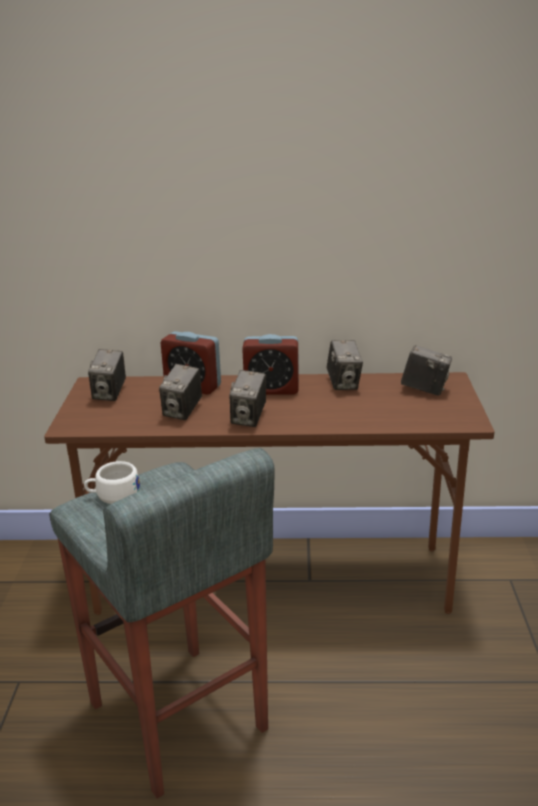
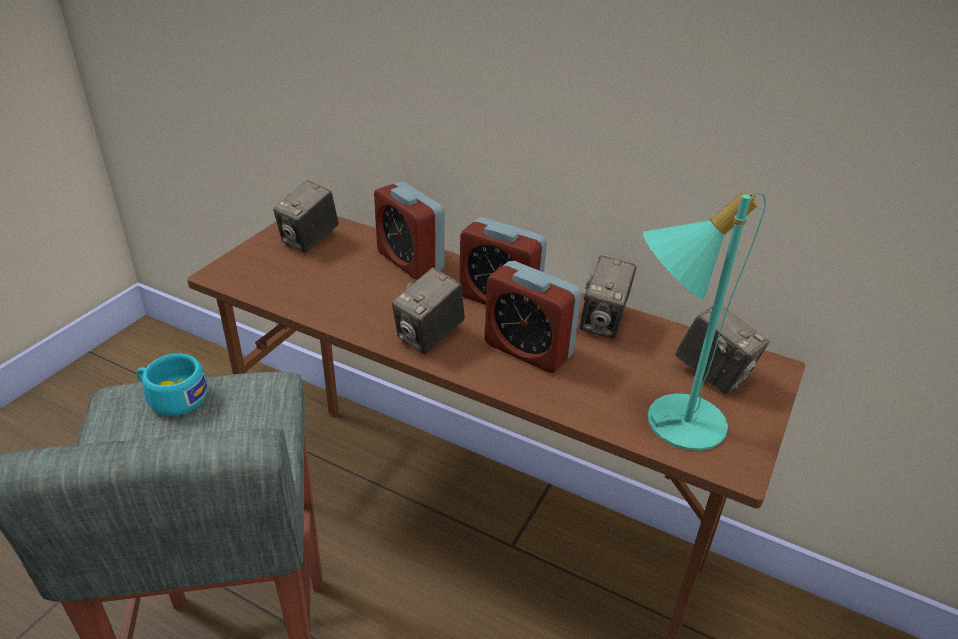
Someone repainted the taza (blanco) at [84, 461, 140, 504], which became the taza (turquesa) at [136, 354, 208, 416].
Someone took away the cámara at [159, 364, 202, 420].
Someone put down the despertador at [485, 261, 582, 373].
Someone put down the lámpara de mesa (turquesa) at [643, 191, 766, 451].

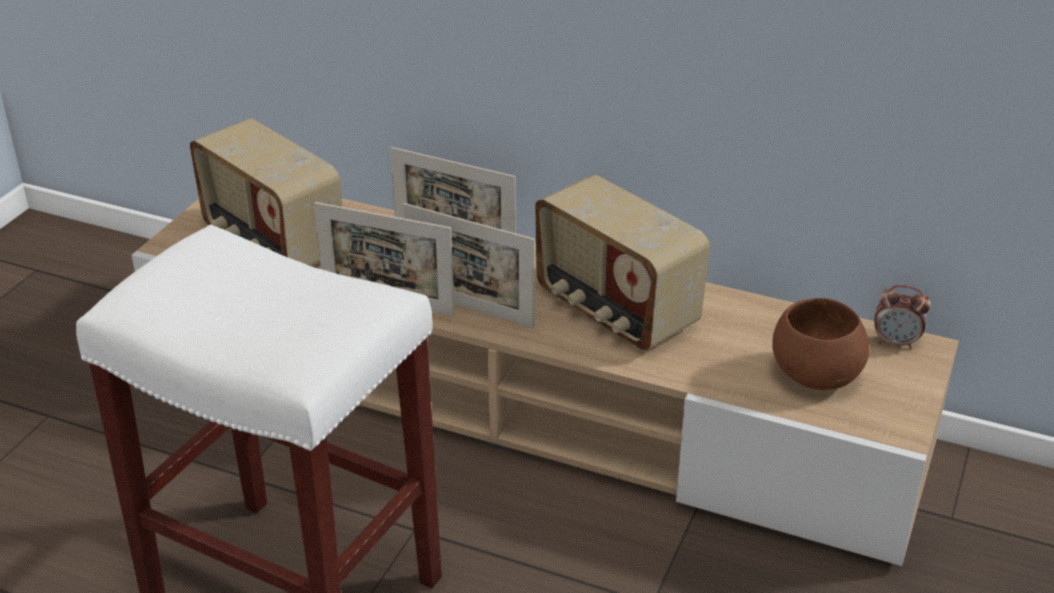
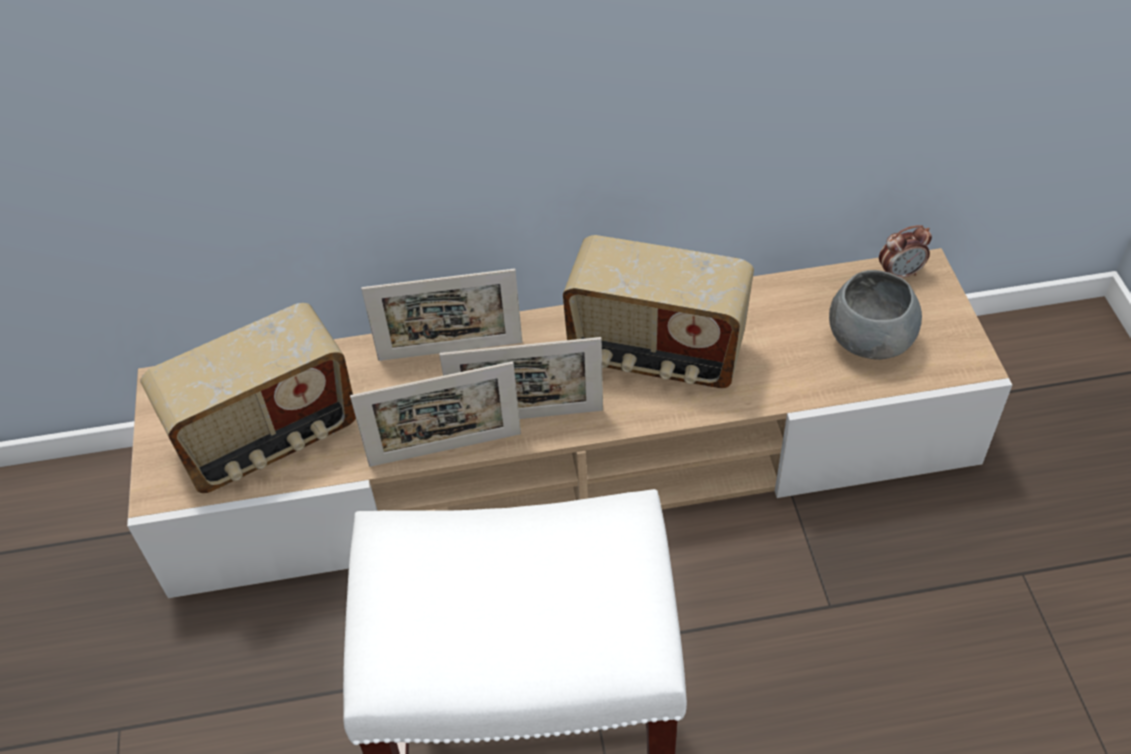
Someone rotated the radio at [190, 118, 342, 266] by 45 degrees counterclockwise.
Someone repainted the cuenco (marrón) at [772, 298, 869, 390], which became the cuenco (gris) at [829, 270, 922, 360].

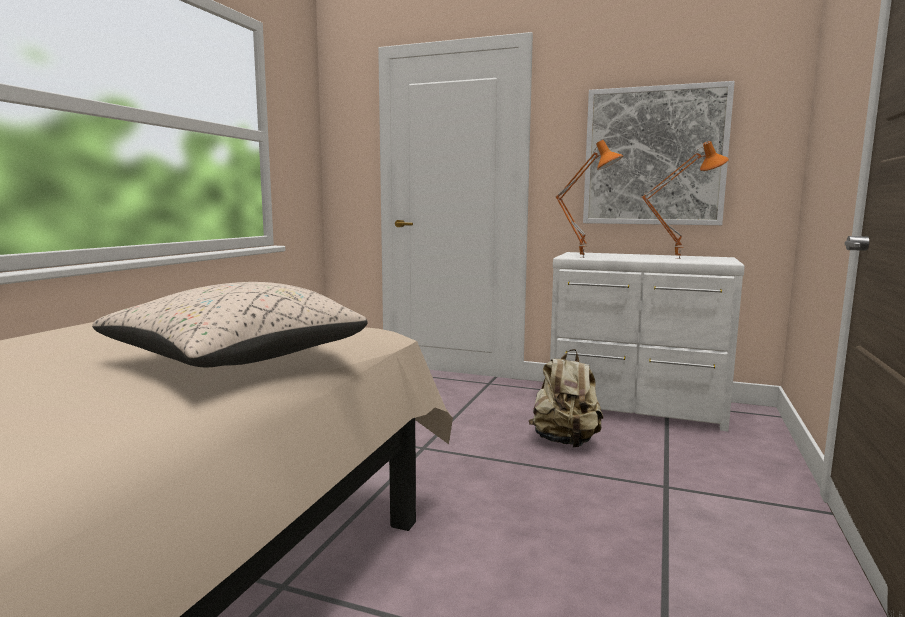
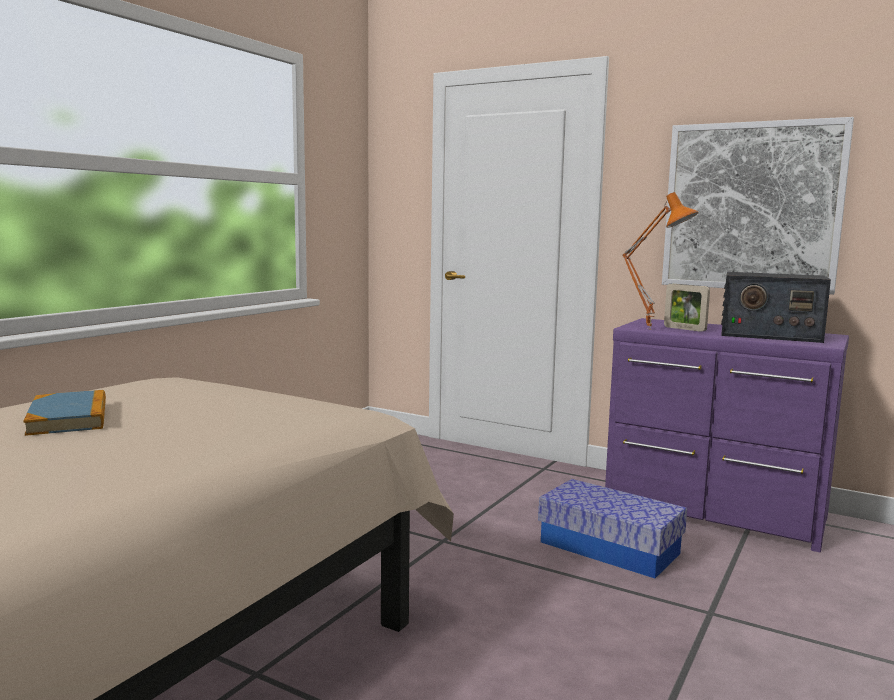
Someone took away the cojín (beis) at [92, 282, 367, 367].
Someone swapped the mochila (beis) at [529, 349, 603, 447] for the caja de almacenaje at [538, 479, 687, 578].
Someone repainted the cómoda (blanco) at [550, 252, 745, 431], which became the cómoda (morado) at [605, 318, 849, 552].
Someone swapped the lámpara de mesa (naranja) at [641, 141, 729, 259] for the radio at [721, 272, 831, 343].
Someone put down the libro at [24, 390, 106, 436].
Someone put down the portarretratos at [664, 284, 710, 332].

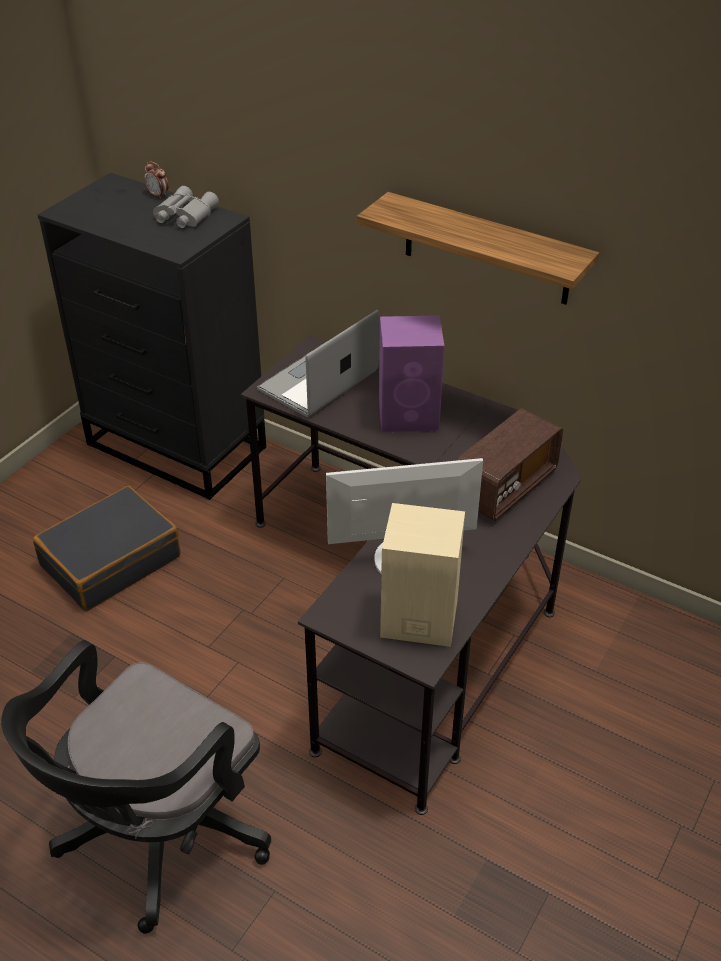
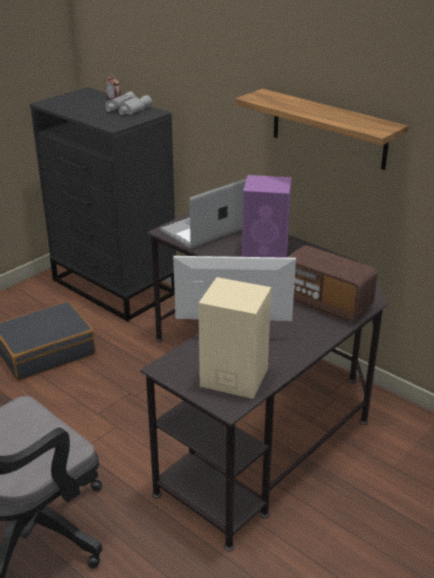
Someone rotated the radio at [458, 408, 563, 521] by 75 degrees clockwise.

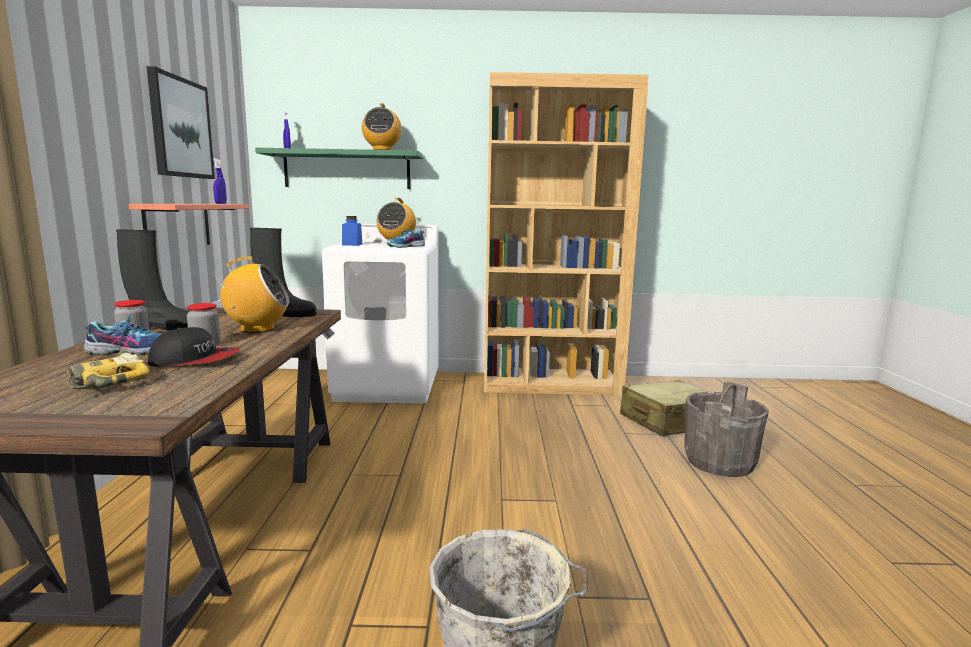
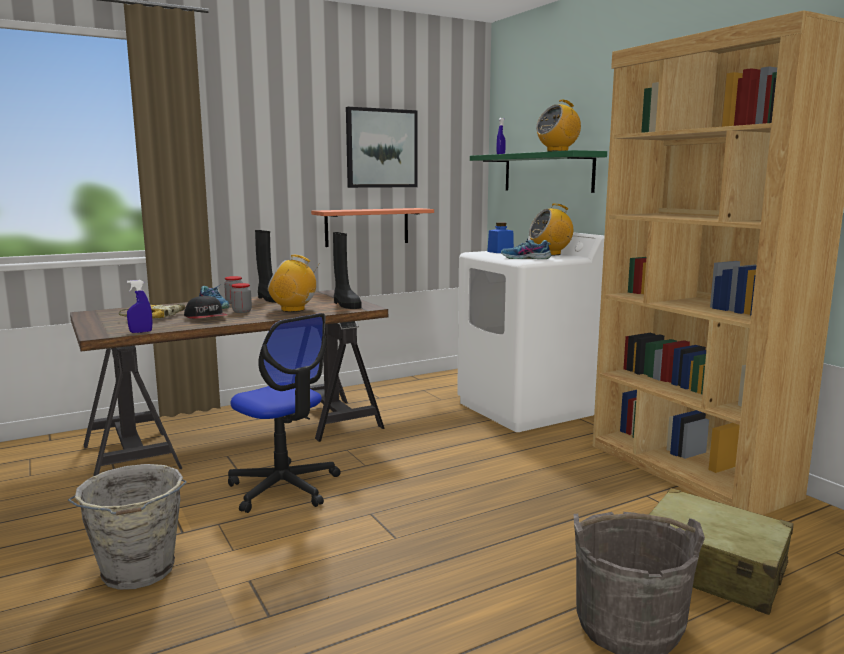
Someone rotated the radio at [212, 257, 289, 333] by 135 degrees clockwise.
Someone carried the pulverizador (azul) from [213, 158, 227, 204] to [127, 280, 152, 333].
Someone put down the silla de oficina at [228, 313, 341, 513].

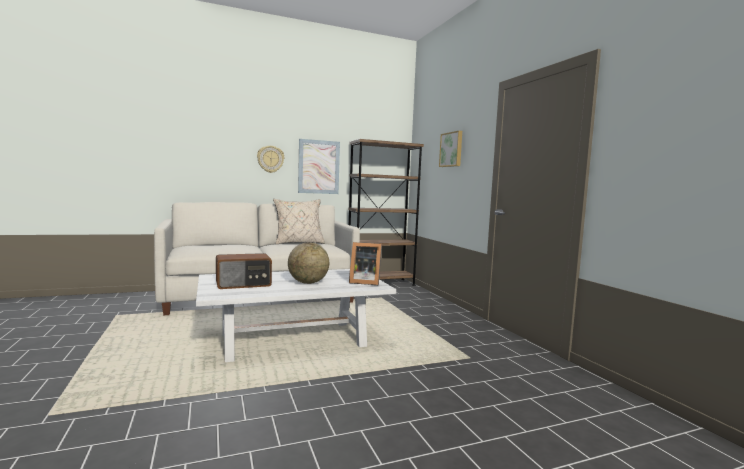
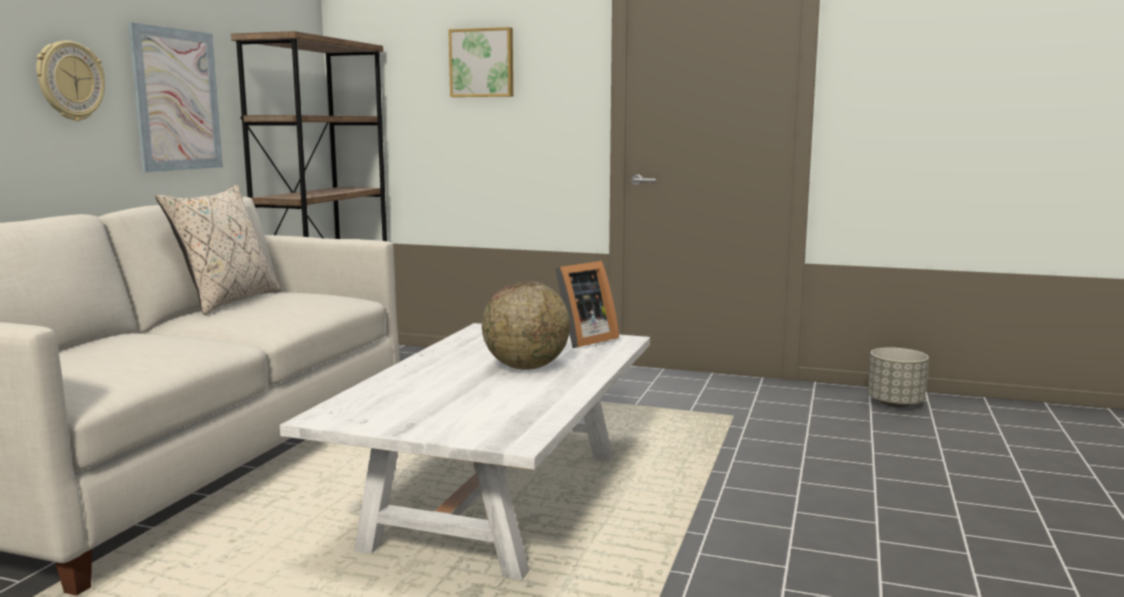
Someone took away the radio at [216, 253, 272, 289].
Someone put down the maceta (gris) at [868, 347, 929, 407].

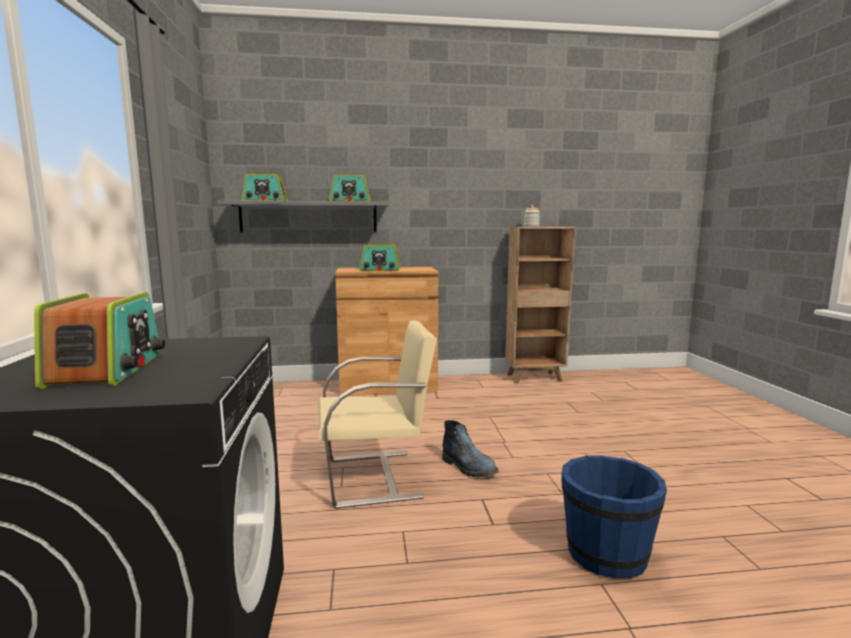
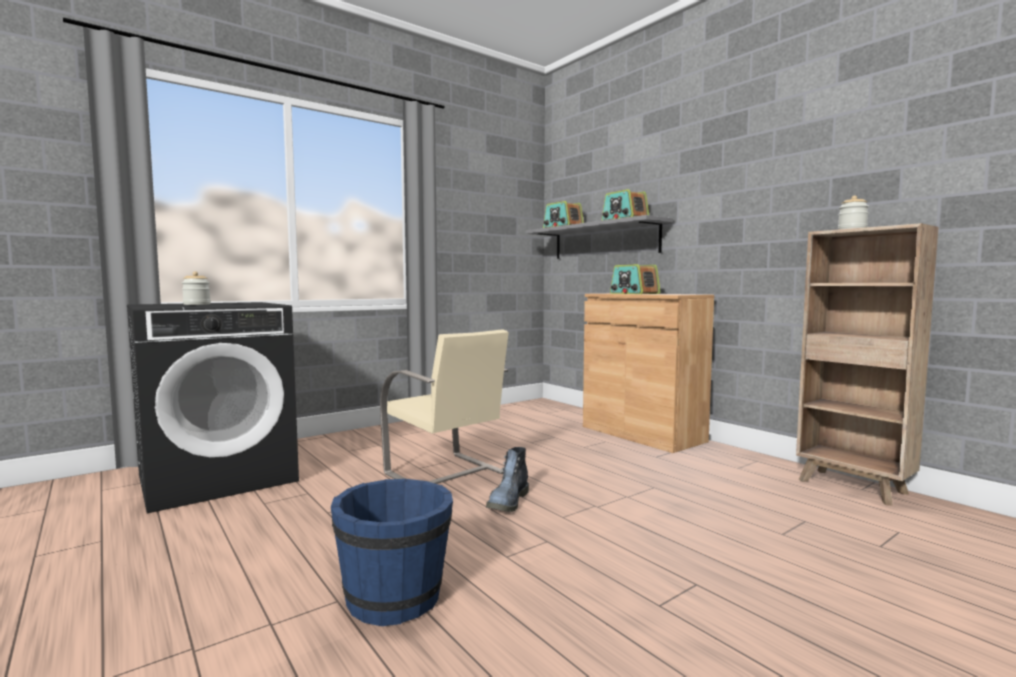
Someone swapped the radio at [34, 292, 165, 389] for the tarro at [182, 271, 211, 305].

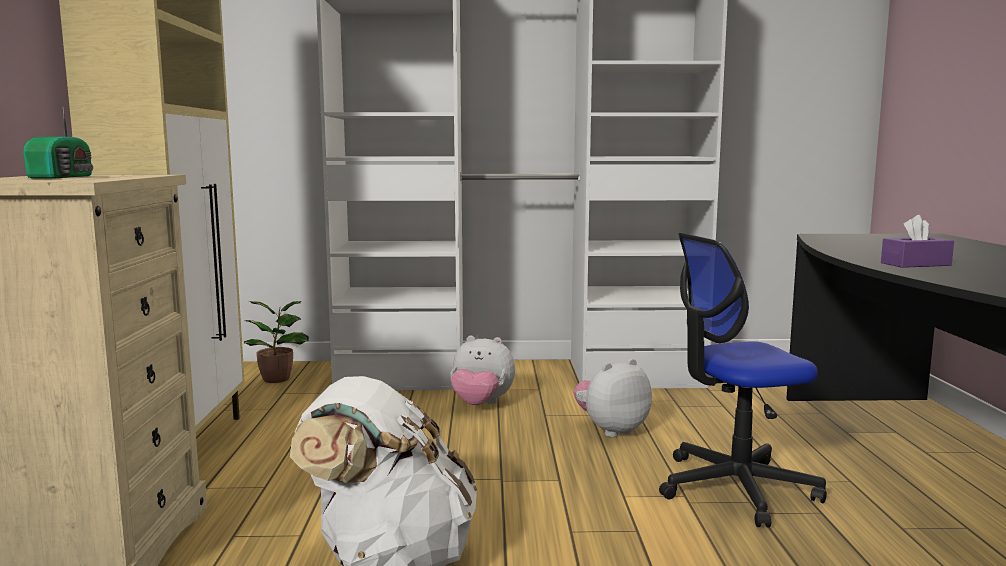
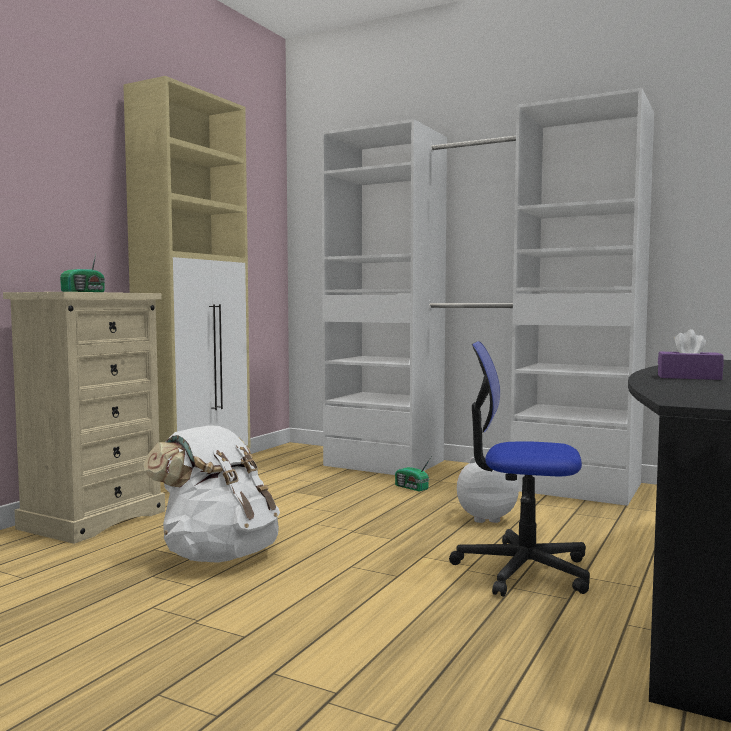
Someone took away the planta en maceta at [244, 301, 309, 383].
Someone swapped the peluche at [450, 336, 515, 405] for the radio at [395, 457, 431, 492].

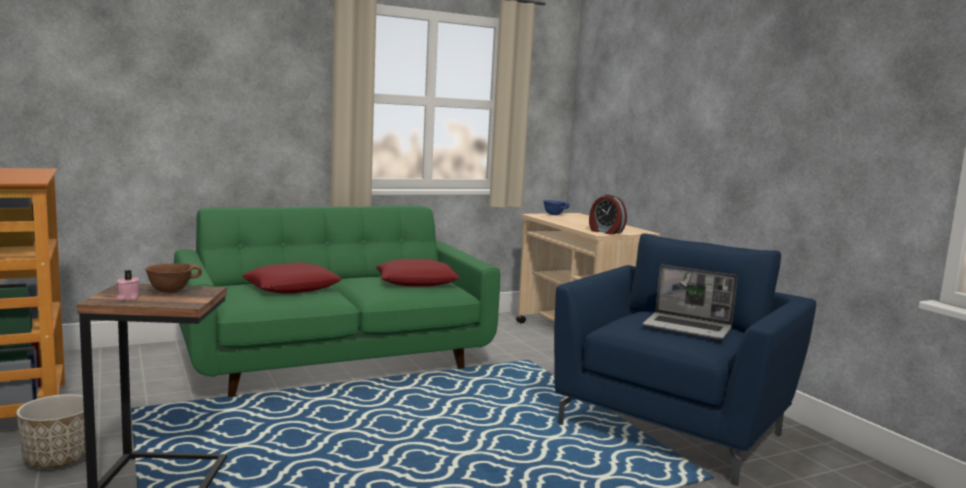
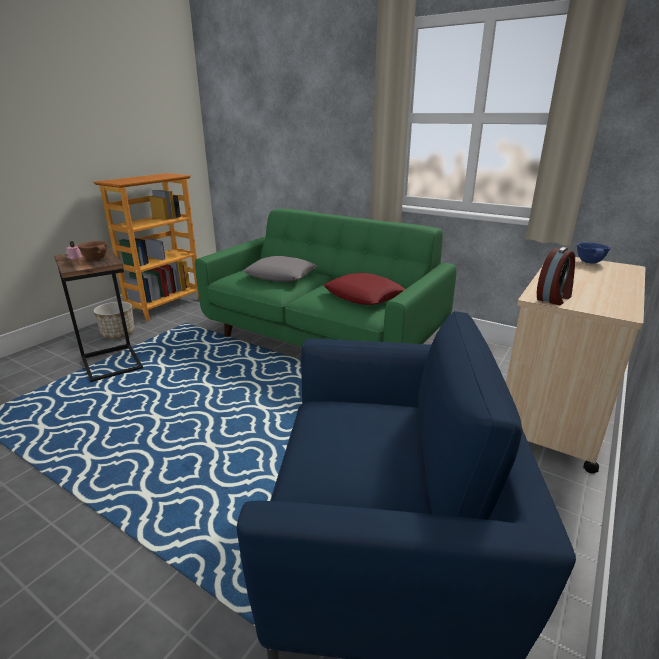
Someone repainted the cojín (rojo) at [242, 263, 342, 294], which became the cojín (gris) at [243, 256, 318, 282].
Someone rotated the despertador at [589, 194, 627, 235] by 150 degrees counterclockwise.
Someone took away the portátil at [643, 265, 738, 340].

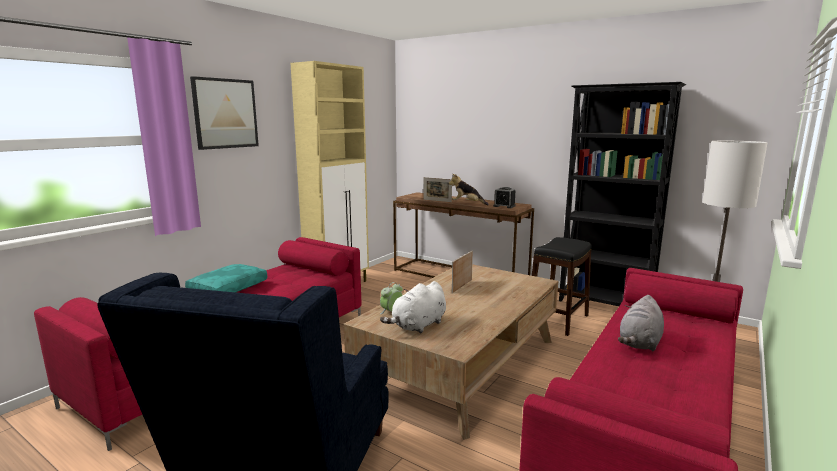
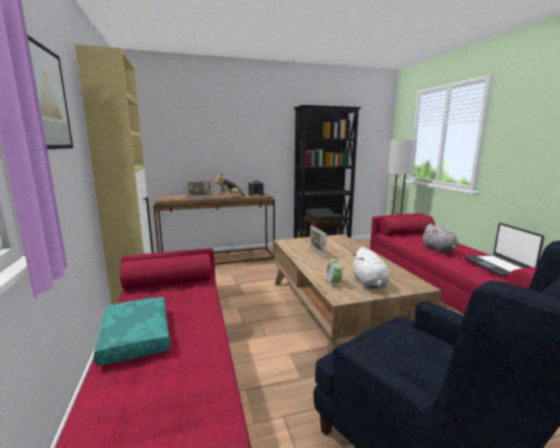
Someone put down the portátil at [464, 223, 544, 276].

